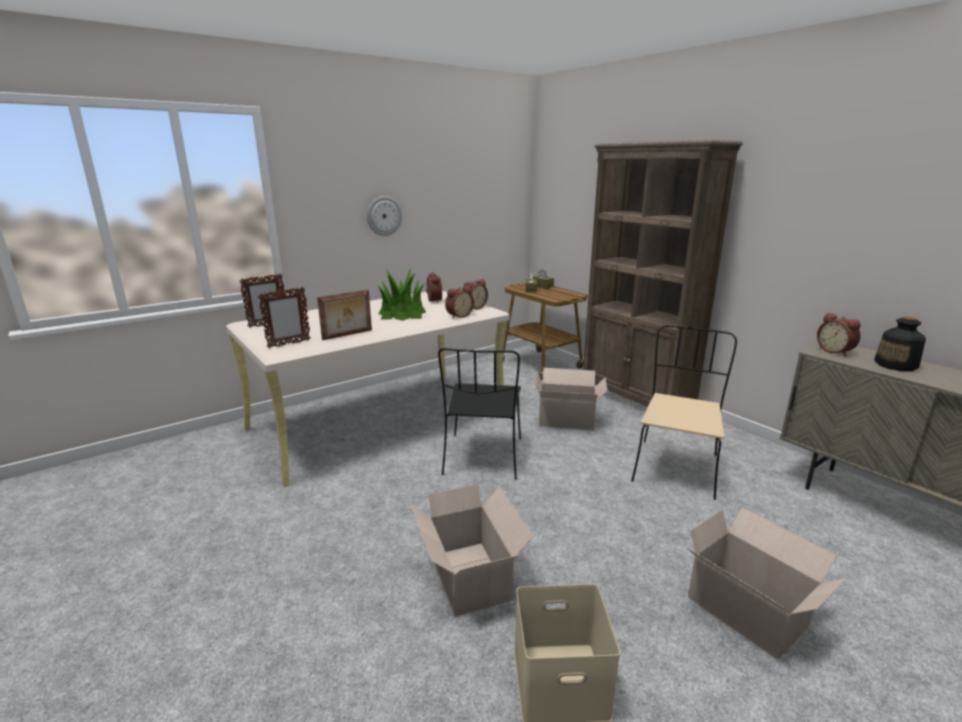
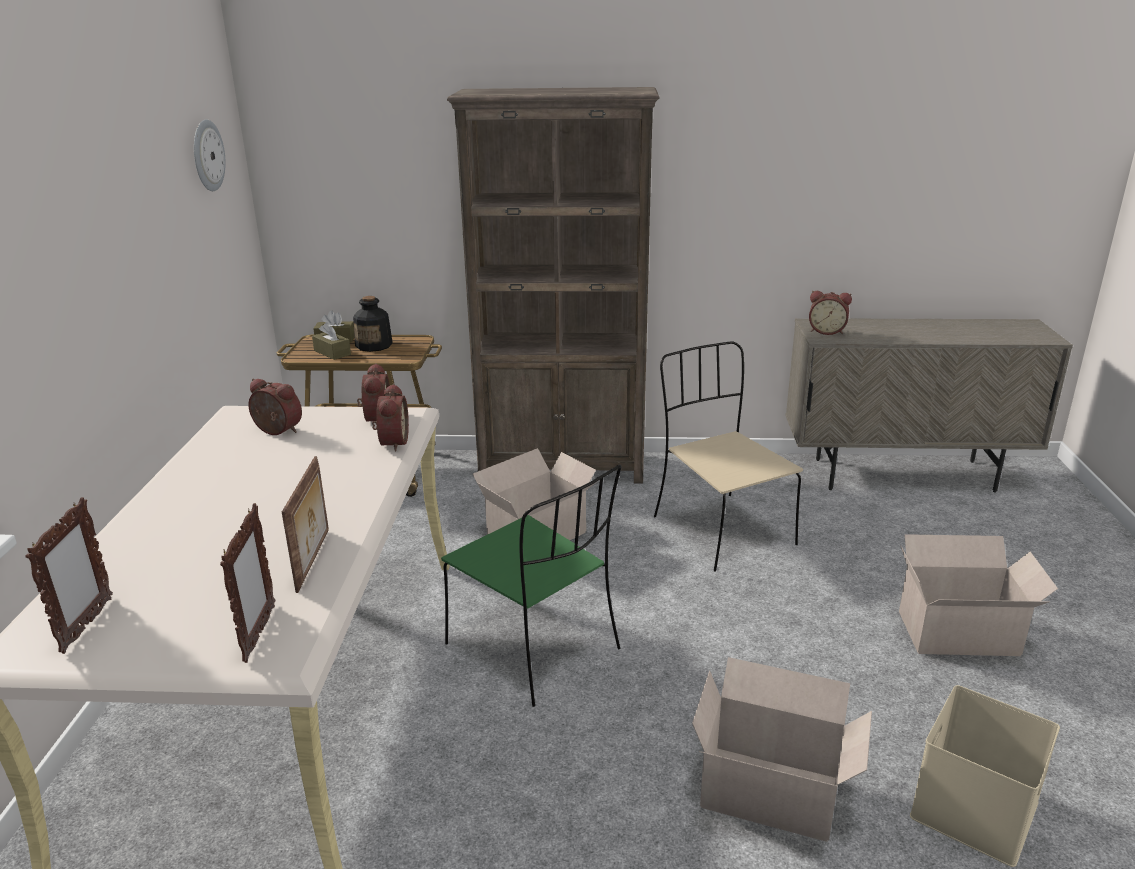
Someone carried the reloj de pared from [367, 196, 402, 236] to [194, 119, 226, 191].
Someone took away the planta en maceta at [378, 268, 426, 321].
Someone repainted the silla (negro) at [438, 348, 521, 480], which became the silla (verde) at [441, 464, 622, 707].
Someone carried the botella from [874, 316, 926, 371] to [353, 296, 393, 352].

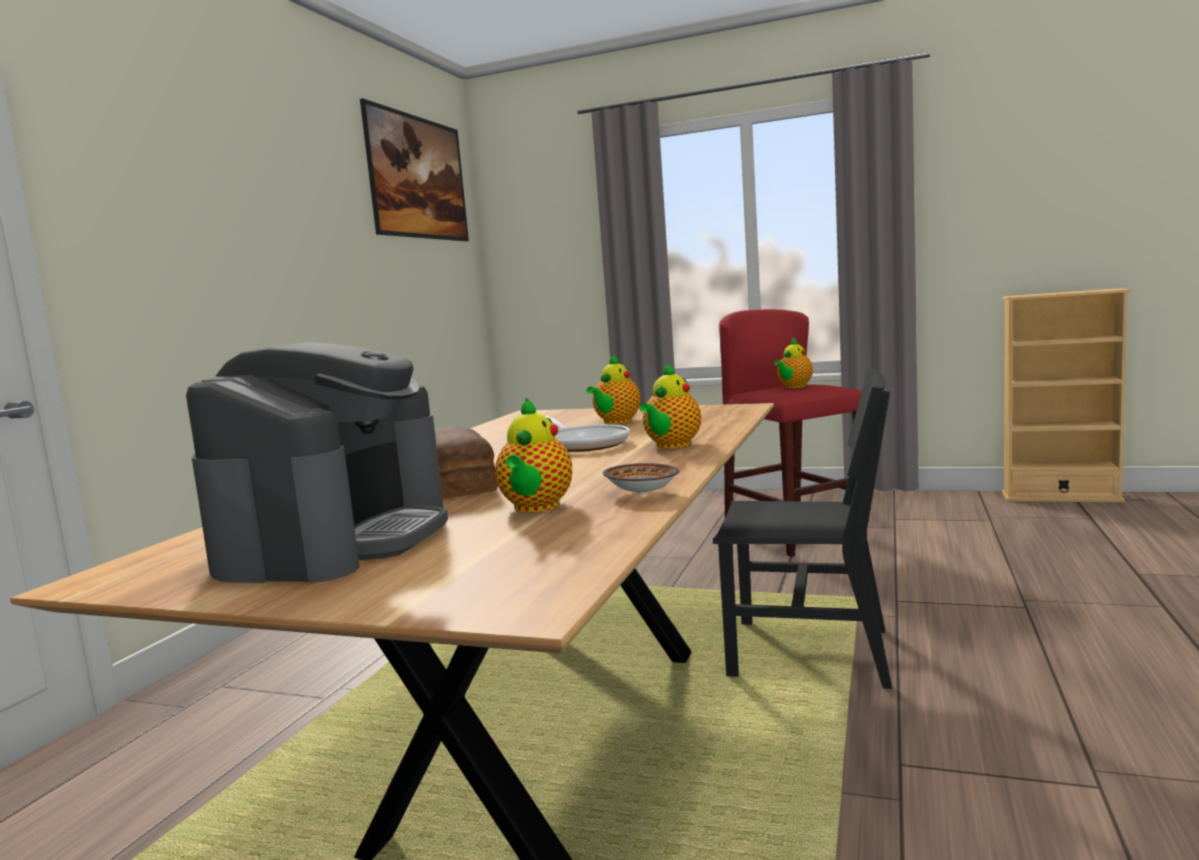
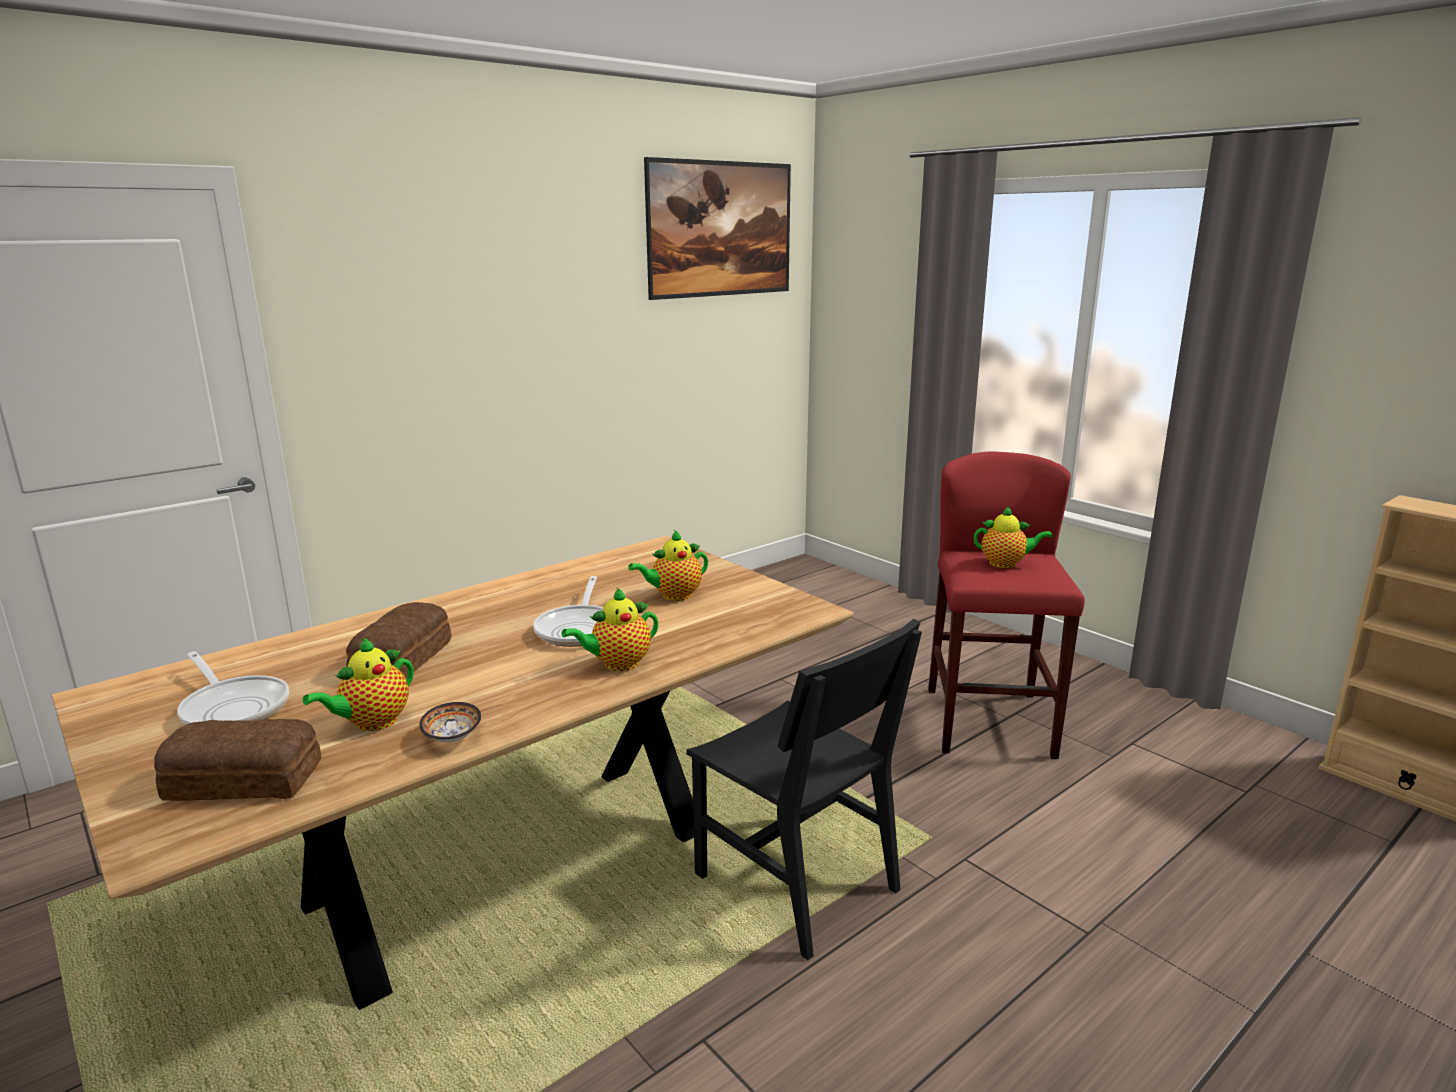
Someone swapped the cafetera at [186, 342, 448, 583] for the sartén at [177, 652, 289, 725].
Someone rotated the tetera at [774, 337, 813, 388] by 150 degrees counterclockwise.
Someone put down the pan at [154, 719, 321, 801].

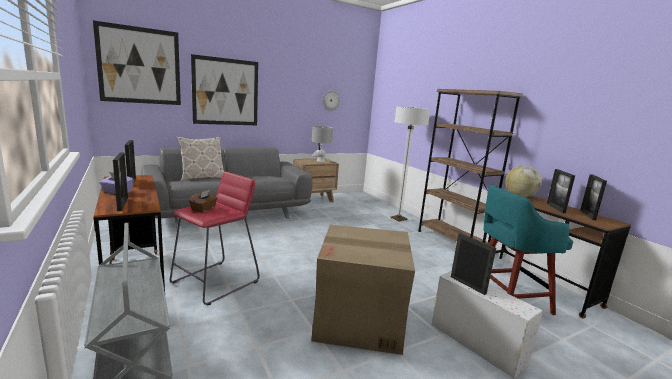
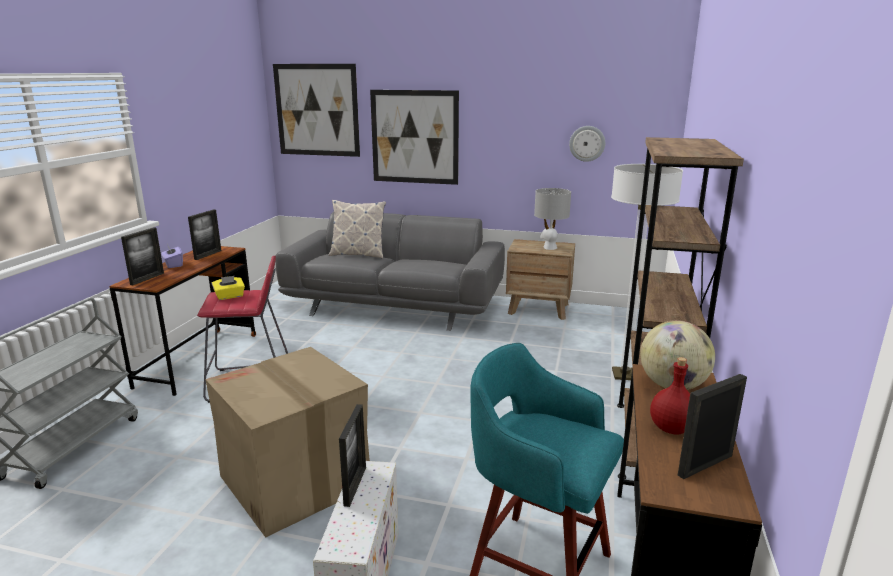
Someone repainted the caja de pañuelos (marrón) at [189, 190, 218, 213], which became the caja de pañuelos (amarillo) at [212, 276, 245, 300].
Someone swapped the portarretratos at [547, 169, 575, 213] for the botella (rojo) at [650, 357, 690, 435].

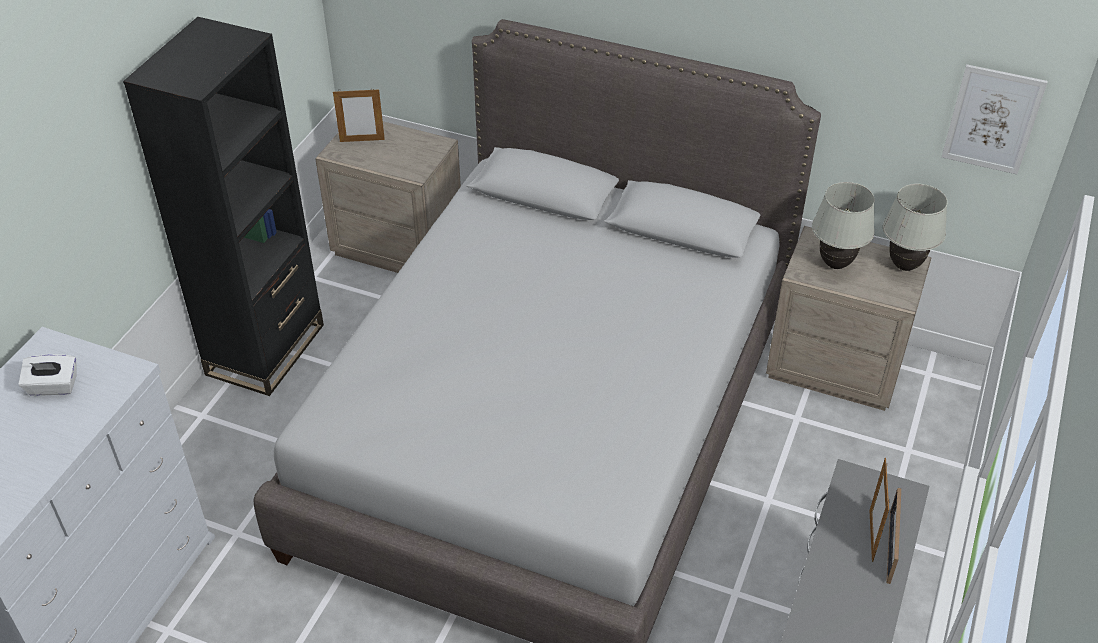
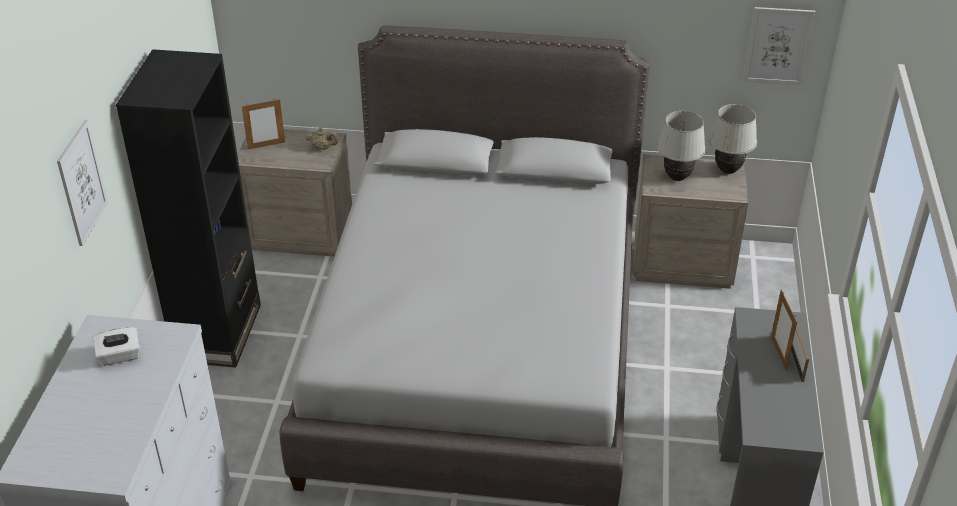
Someone put up the cuadro at [57, 120, 108, 246].
Someone put down the tetera (beis) at [305, 127, 339, 150].

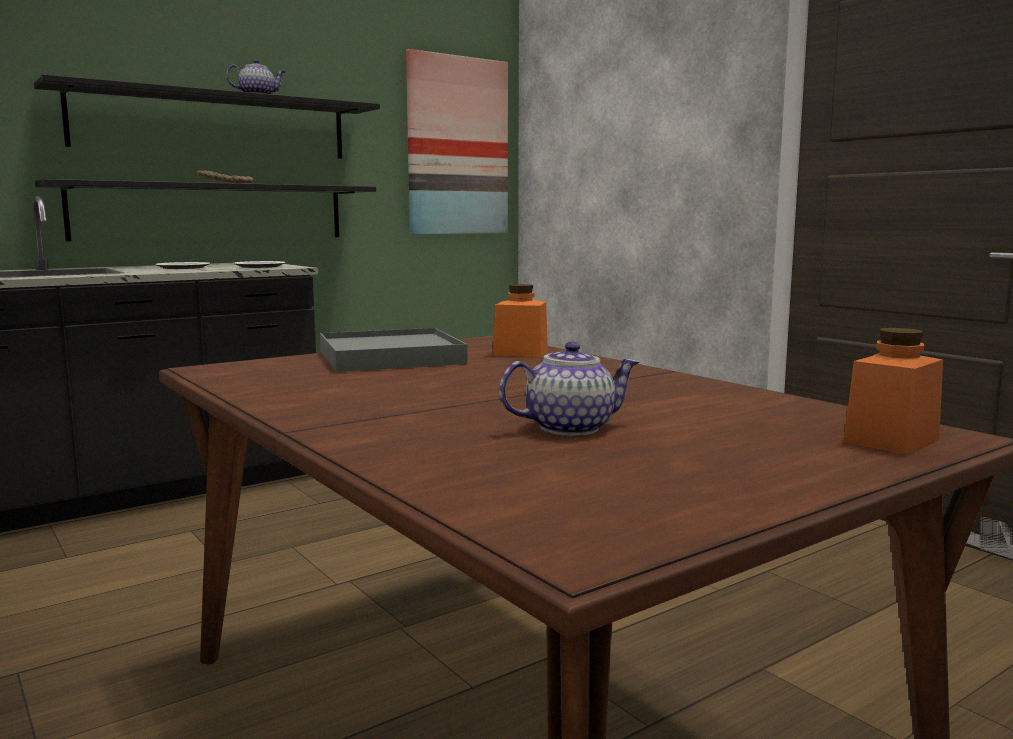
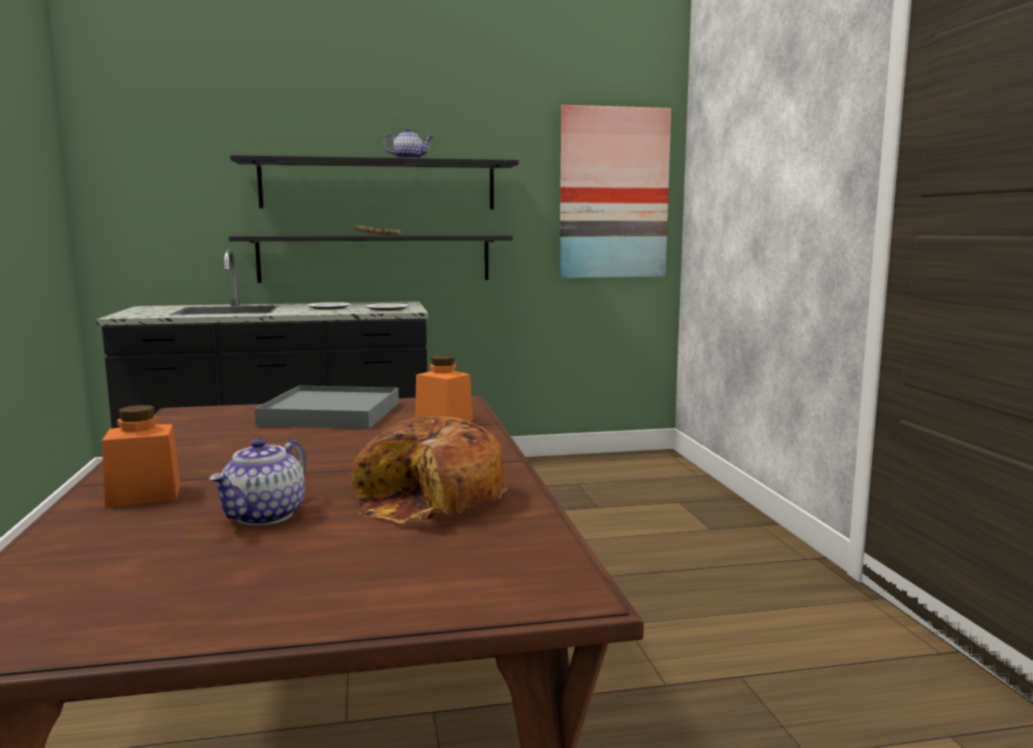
Someone rotated the tetera at [499, 341, 639, 436] by 105 degrees clockwise.
Someone carried the tarro (naranja) from [844, 328, 943, 455] to [102, 405, 180, 507].
Someone put down the pan at [352, 416, 507, 523].

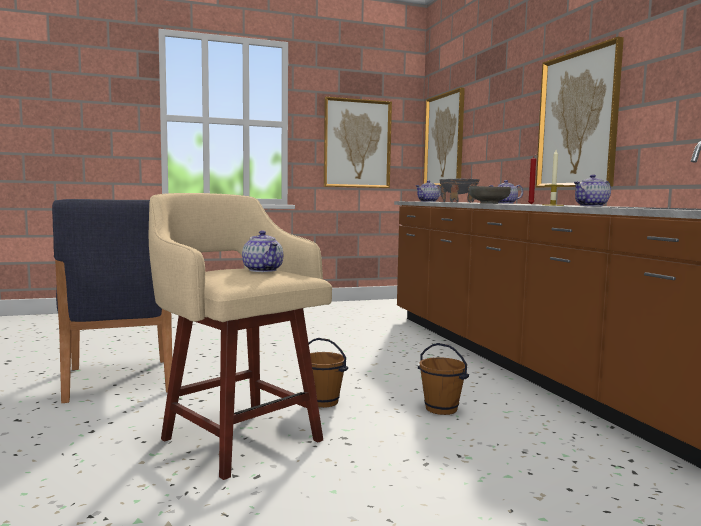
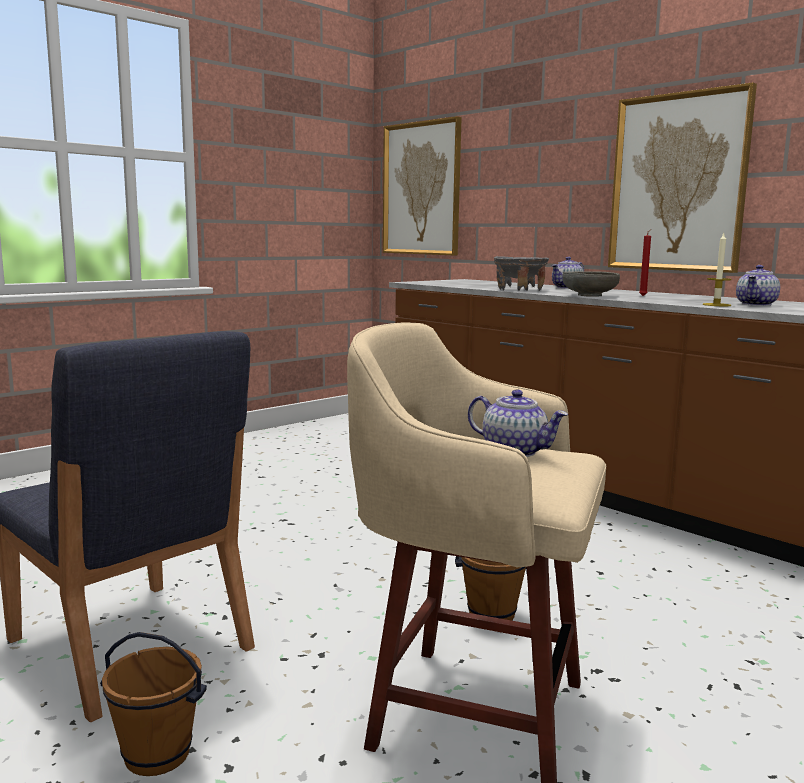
Someone took away the cuadro at [324, 97, 392, 188].
Someone took away the tetera at [416, 180, 441, 202].
Someone carried the cubo (marrón) from [418, 343, 469, 415] to [100, 632, 207, 776].

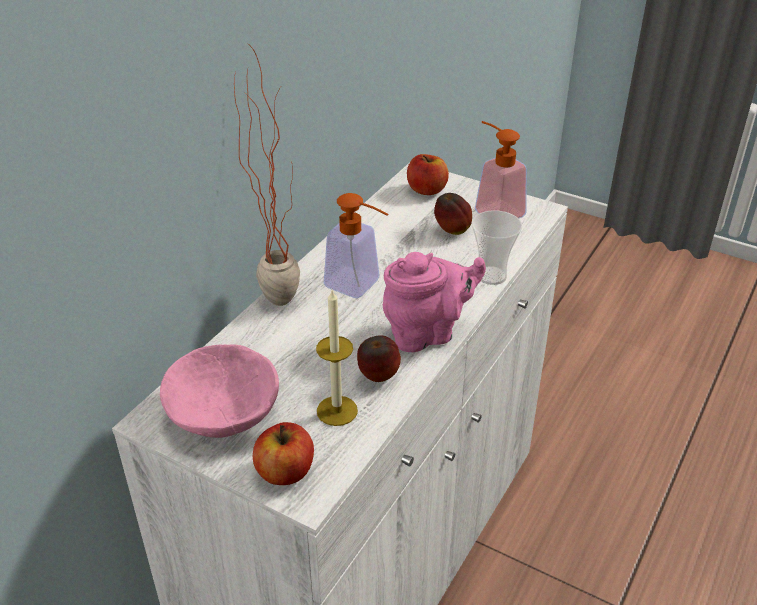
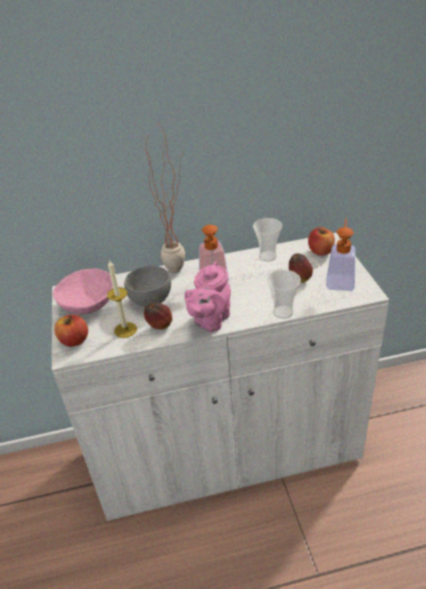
Someone rotated the tetera (rosa) at [383, 252, 486, 352] by 90 degrees clockwise.
Someone put down the cuenco (gris) at [124, 266, 171, 307].
Someone put down the taza at [253, 218, 282, 261].

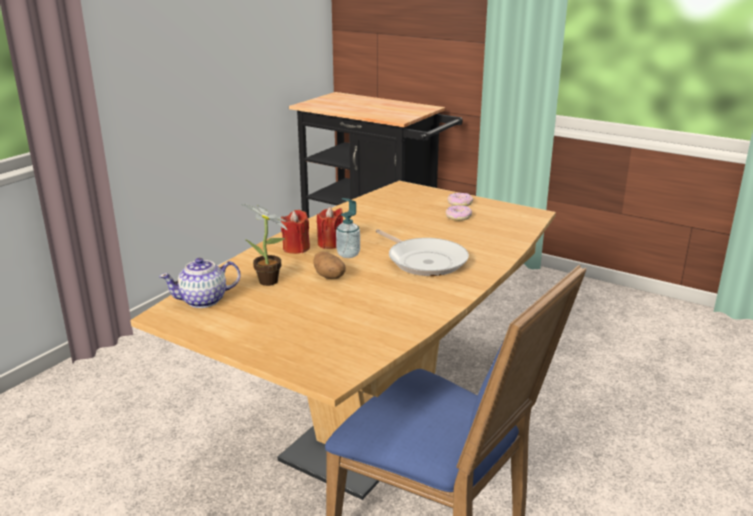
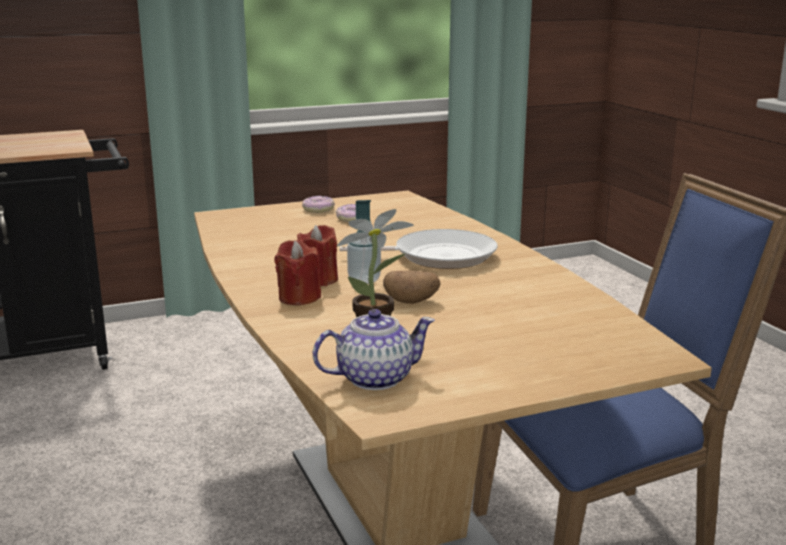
Someone rotated the tetera at [159, 258, 241, 308] by 120 degrees counterclockwise.

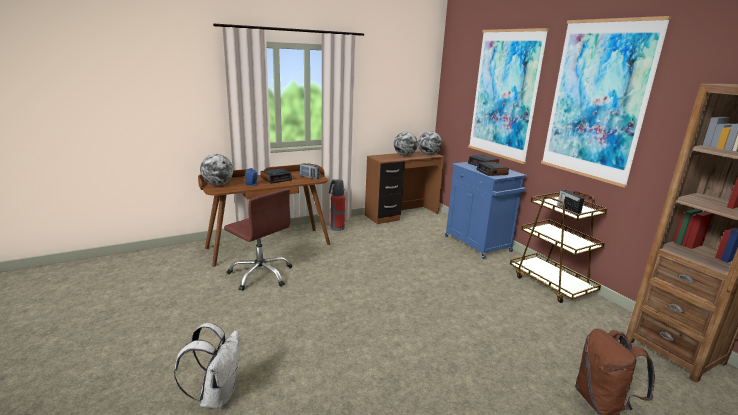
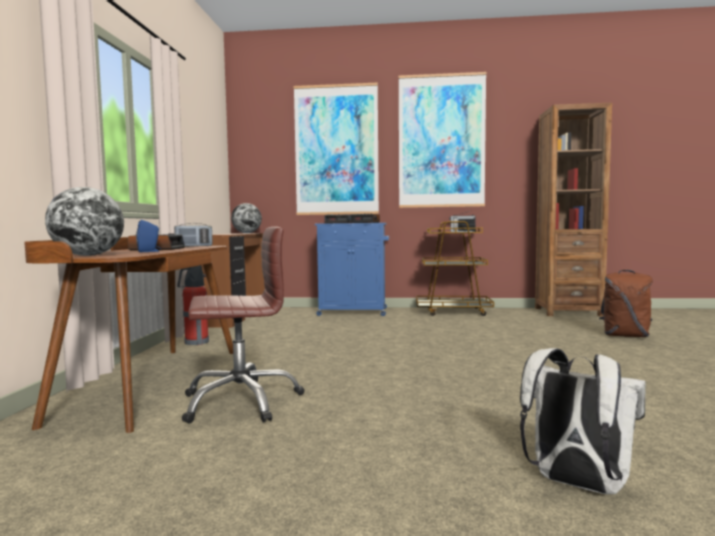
Someone took away the globo terráqueo at [394, 132, 418, 156].

